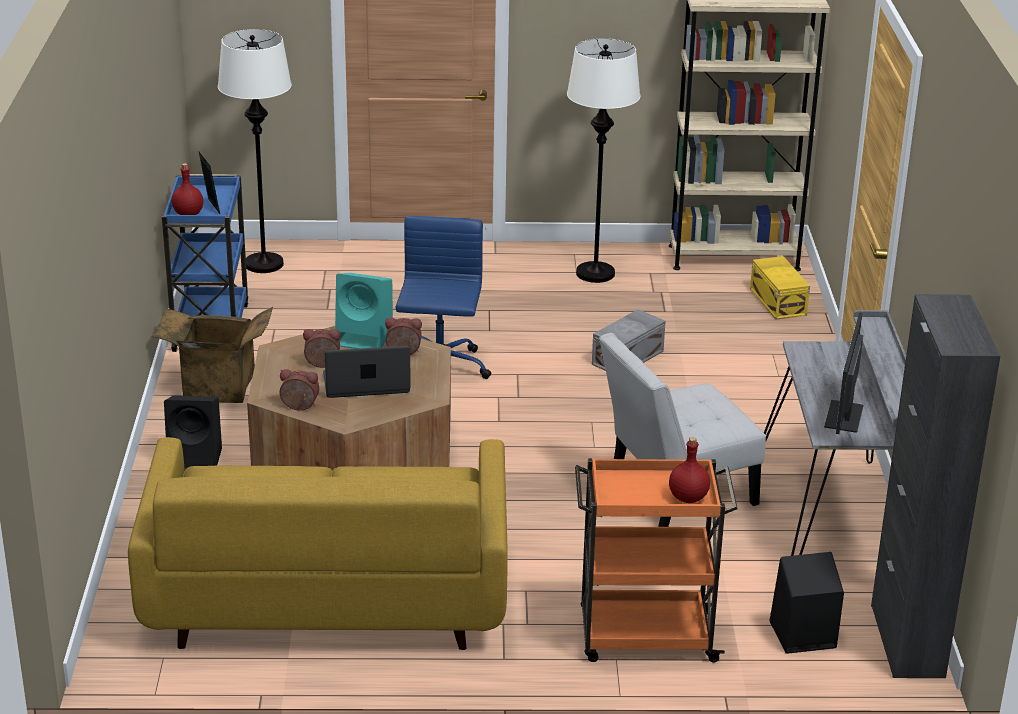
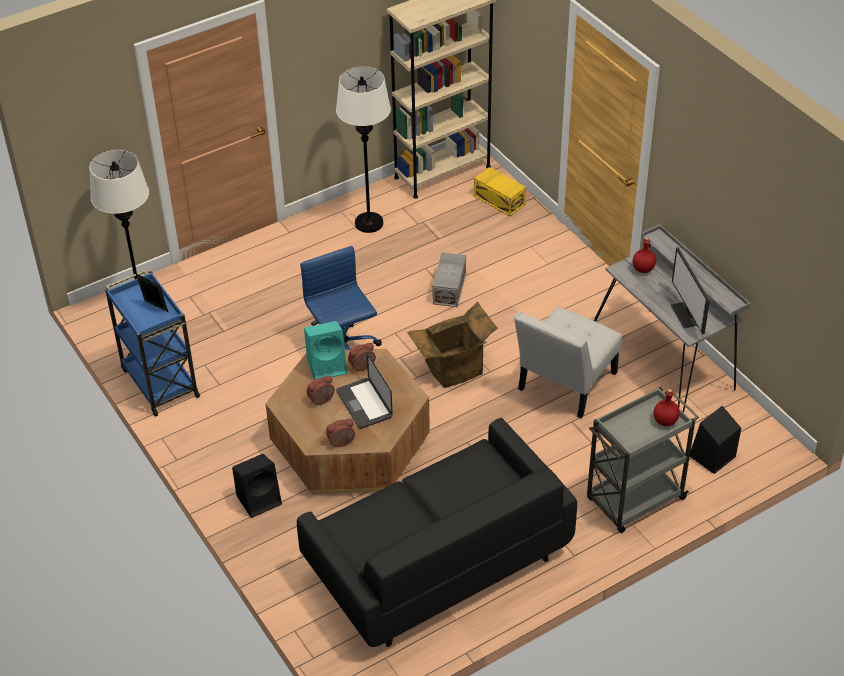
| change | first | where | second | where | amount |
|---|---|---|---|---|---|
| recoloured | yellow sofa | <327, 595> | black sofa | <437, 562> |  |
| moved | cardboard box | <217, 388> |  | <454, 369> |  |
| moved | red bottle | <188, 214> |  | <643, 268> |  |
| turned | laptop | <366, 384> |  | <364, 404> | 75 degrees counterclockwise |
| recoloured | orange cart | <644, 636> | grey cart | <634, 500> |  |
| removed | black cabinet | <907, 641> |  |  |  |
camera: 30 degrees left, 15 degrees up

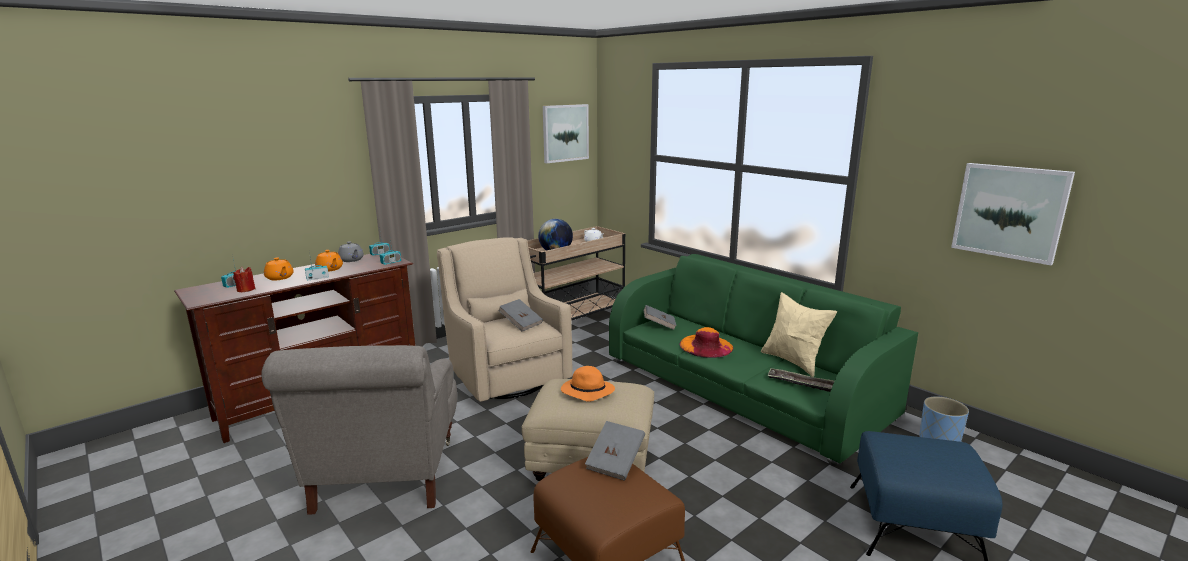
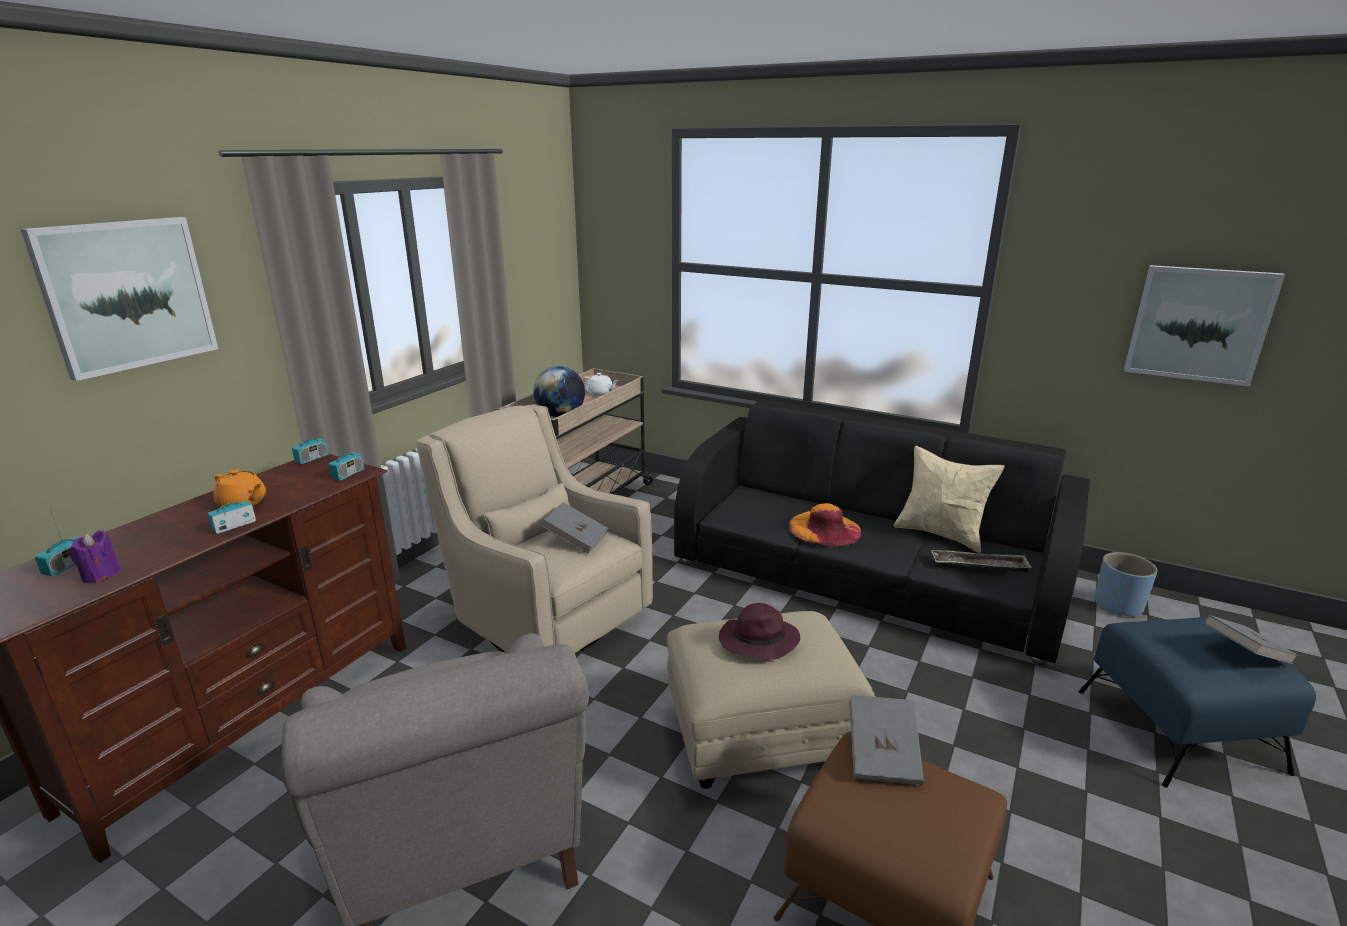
| change | first | where | second | where | amount |
|---|---|---|---|---|---|
| recoloured | red candle | <246, 290> | purple candle | <101, 574> |  |
| removed | orange teapot | <280, 278> |  |  |  |
| removed | grey teapot | <351, 260> |  |  |  |
| moved | picture | <565, 133> |  | <127, 295> |  |
| recoloured | orange hat | <586, 392> | purple hat | <757, 642> |  |
| recoloured | green sofa | <743, 387> | black sofa | <866, 573> |  |
| moved | grey book | <659, 325> |  | <1243, 654> |  |
camera: 20 degrees left, 5 degrees up

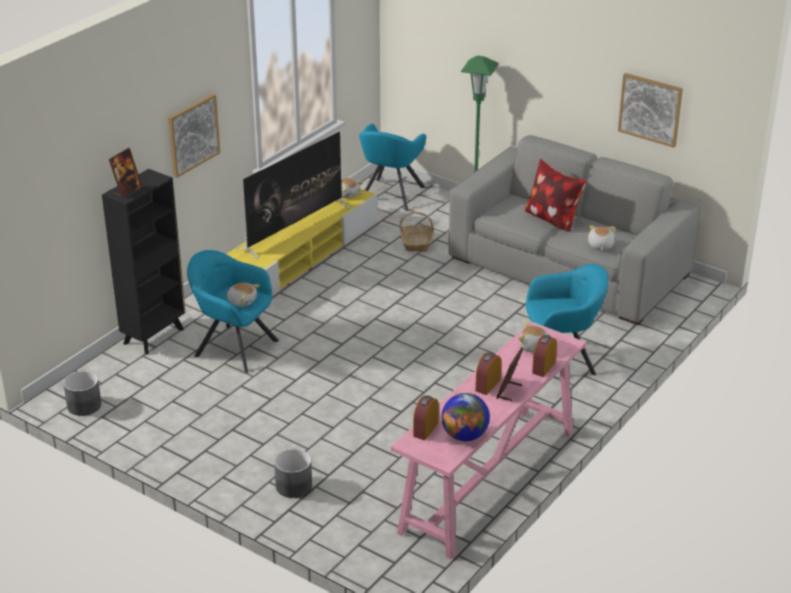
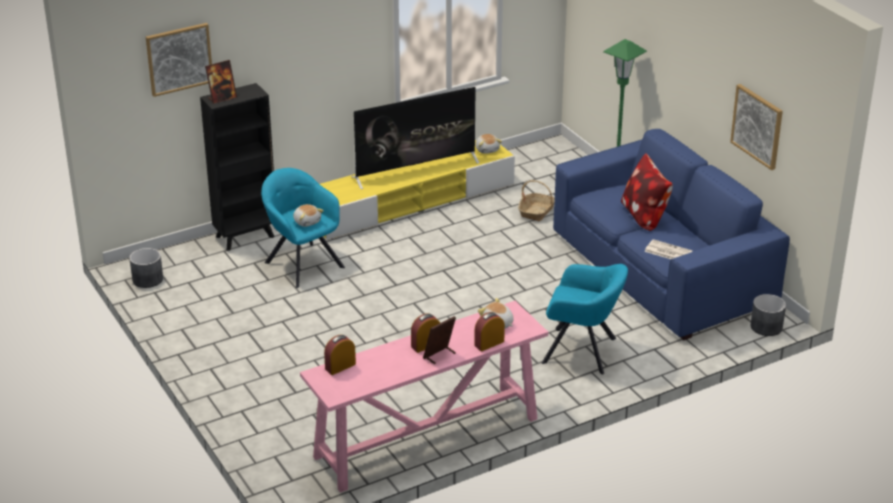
| change | first | where | second | where | amount |
|---|---|---|---|---|---|
| moved | picture | <193, 135> |  | <179, 59> |  |
| moved | grey planter | <293, 486> |  | <766, 327> |  |
| removed | turquoise armchair | <391, 195> |  |  |  |
| removed | globe | <464, 436> |  |  |  |
| recoloured | grey sofa | <568, 267> | blue sofa | <662, 269> |  |
| replaced | plush toy | <600, 246> | newspaper | <667, 252> |  |
camera: 25 degrees right, 0 degrees up

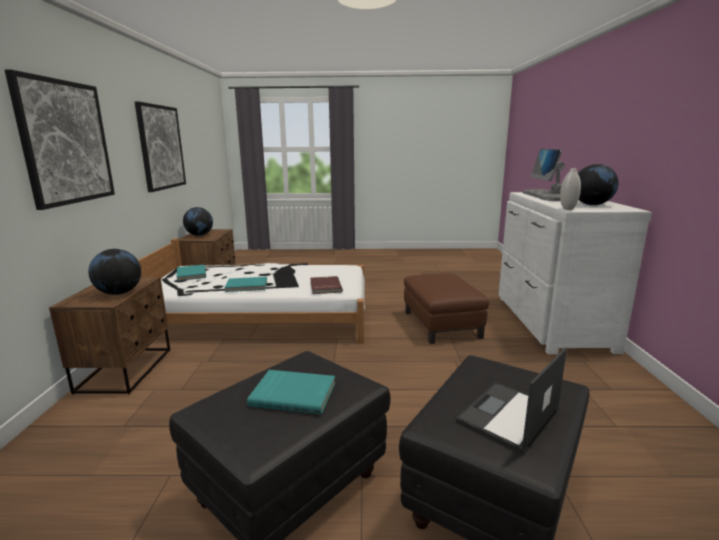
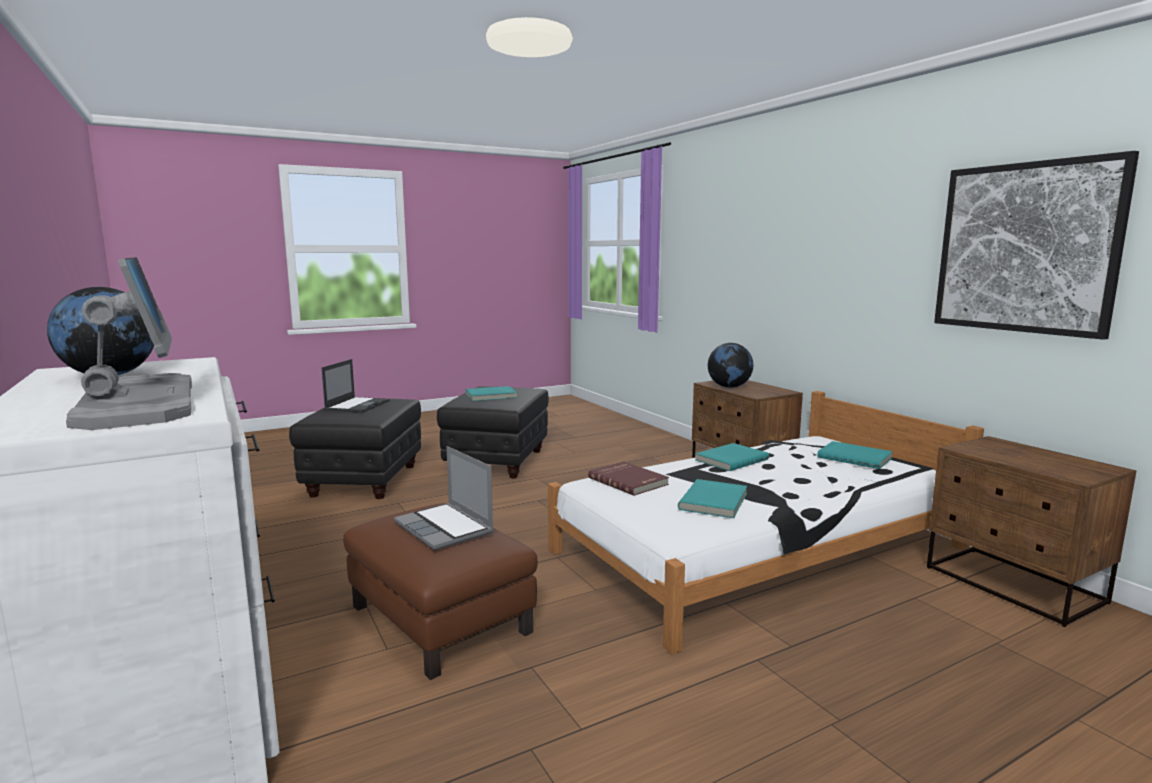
| change | first | where | second | where | amount |
|---|---|---|---|---|---|
| removed | picture | <66, 142> |  |  |  |
| removed | globe | <199, 235> |  |  |  |
| removed | white vase | <567, 209> |  |  |  |
| added |  |  | laptop | <445, 528> |  |
| added |  |  | turquoise book | <715, 501> |  |
camera: 150 degrees right, 5 degrees down

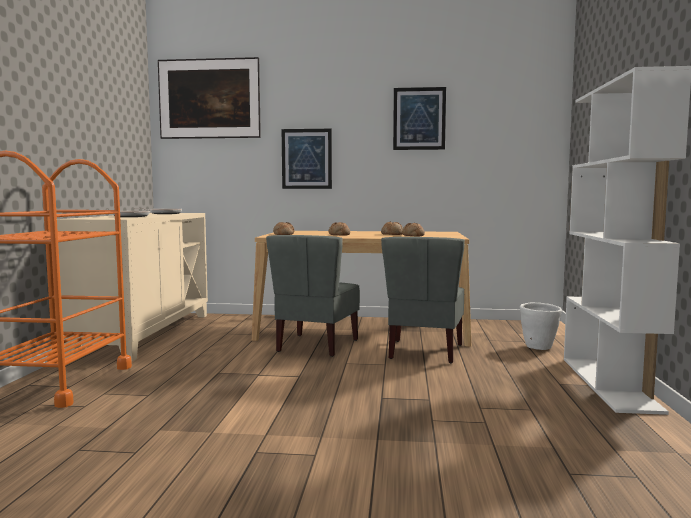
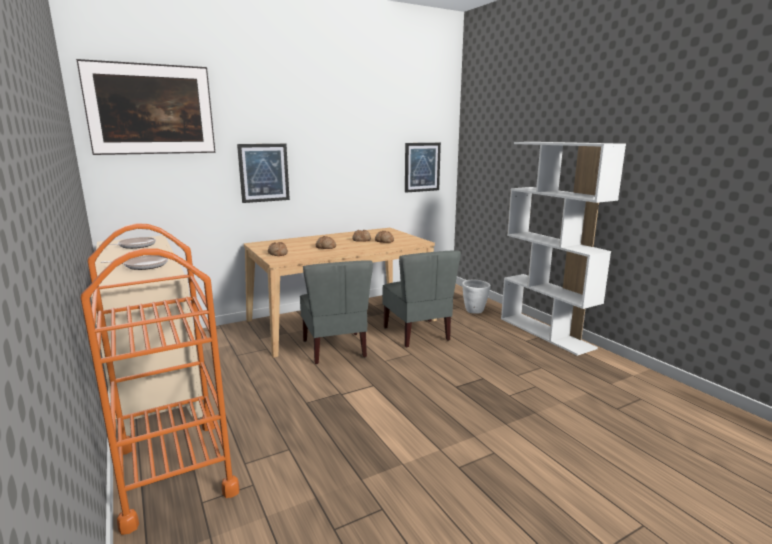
| change | first | where | second | where | amount |
|---|---|---|---|---|---|
| moved | picture | <419, 119> |  | <422, 167> |  |
camera: 35 degrees left, 10 degrees up

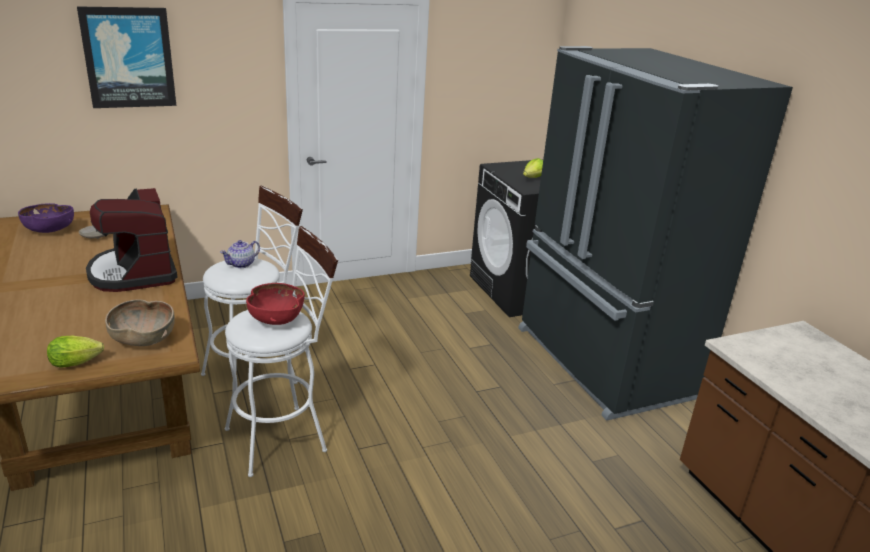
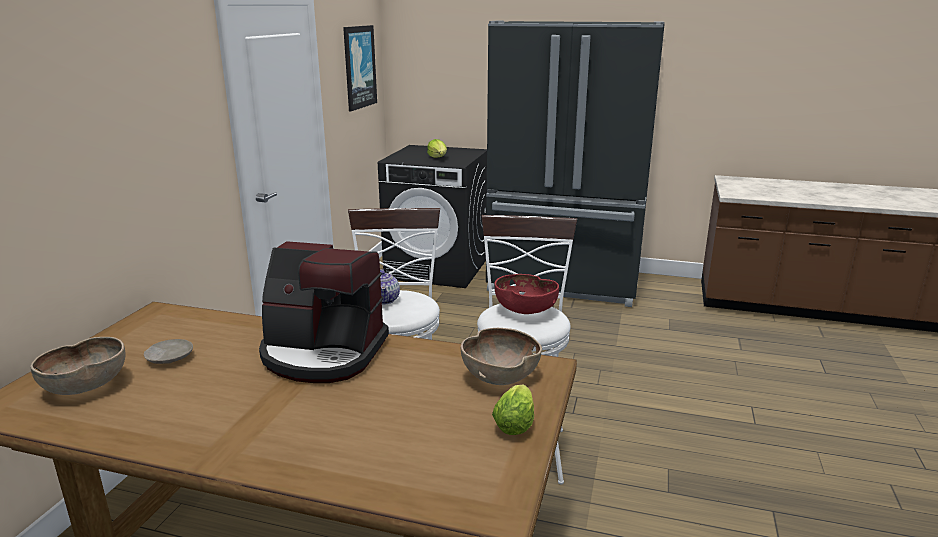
| change | first | where | second | where | amount |
|---|---|---|---|---|---|
| recoloured | purple bowl | <49, 230> | brown bowl | <86, 386> |  |
| moved | picture | <129, 58> |  | <359, 67> |  |
camera: 50 degrees left, 5 degrees down

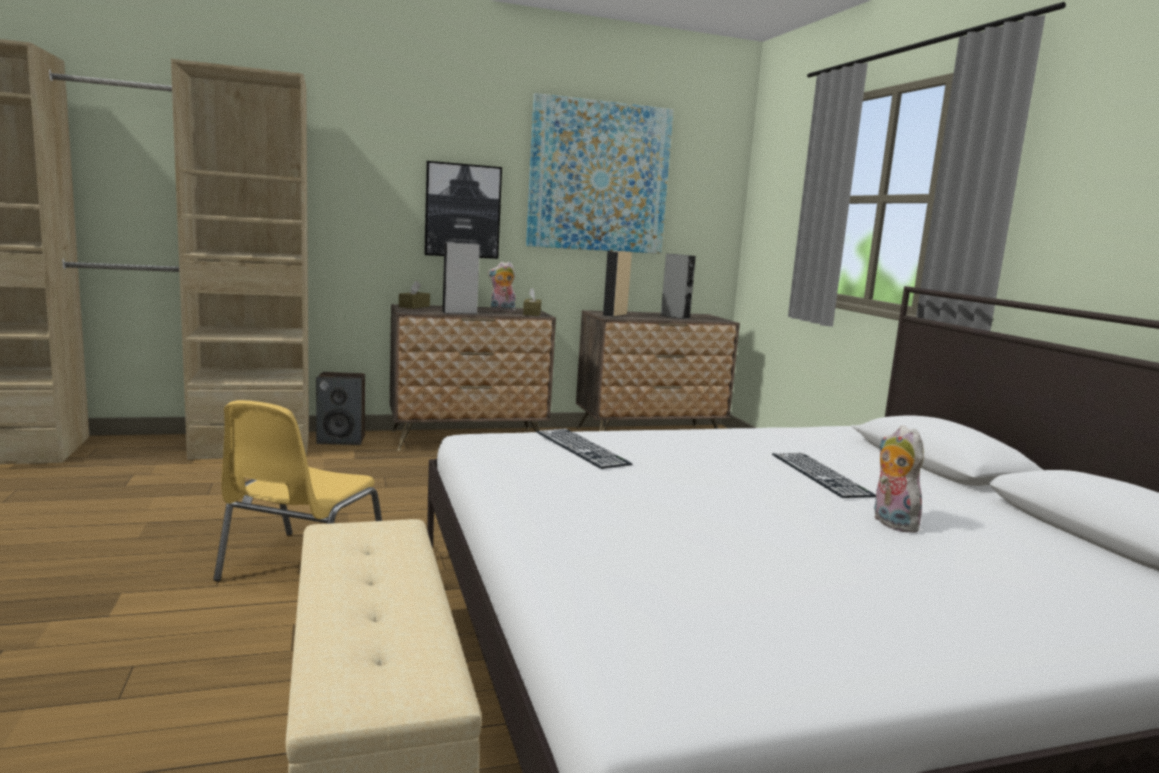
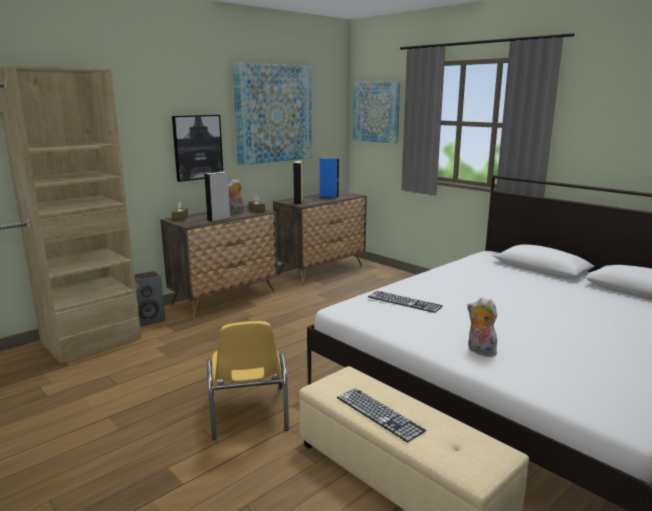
| change | first | where | second | where | amount |
|---|---|---|---|---|---|
| recoloured | grey speaker | <675, 316> | blue speaker | <329, 197> |  |
| moved | keyboard | <820, 474> |  | <379, 413> |  |
| moved | plush toy | <890, 523> |  | <479, 351> |  |
| added |  |  | picture | <376, 112> |  |
camera: 25 degrees left, 5 degrees up

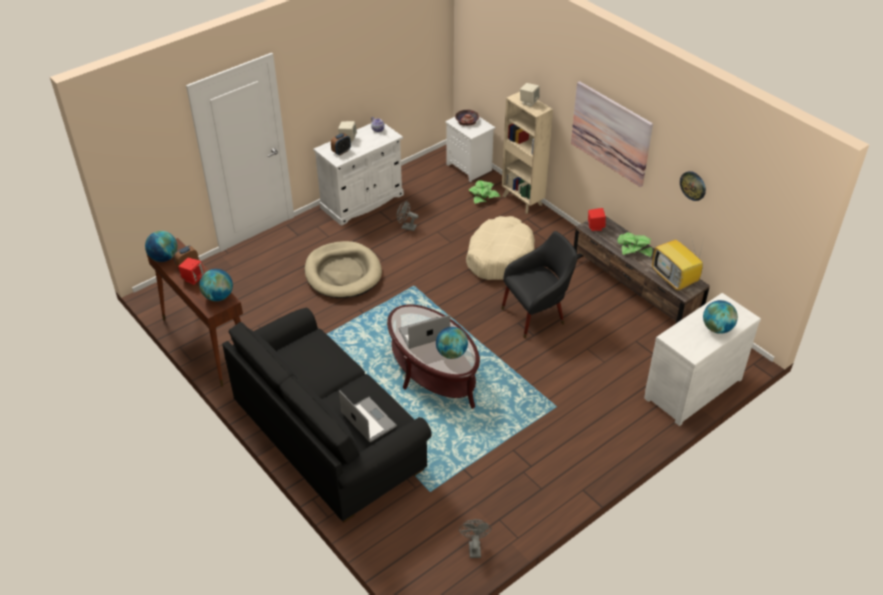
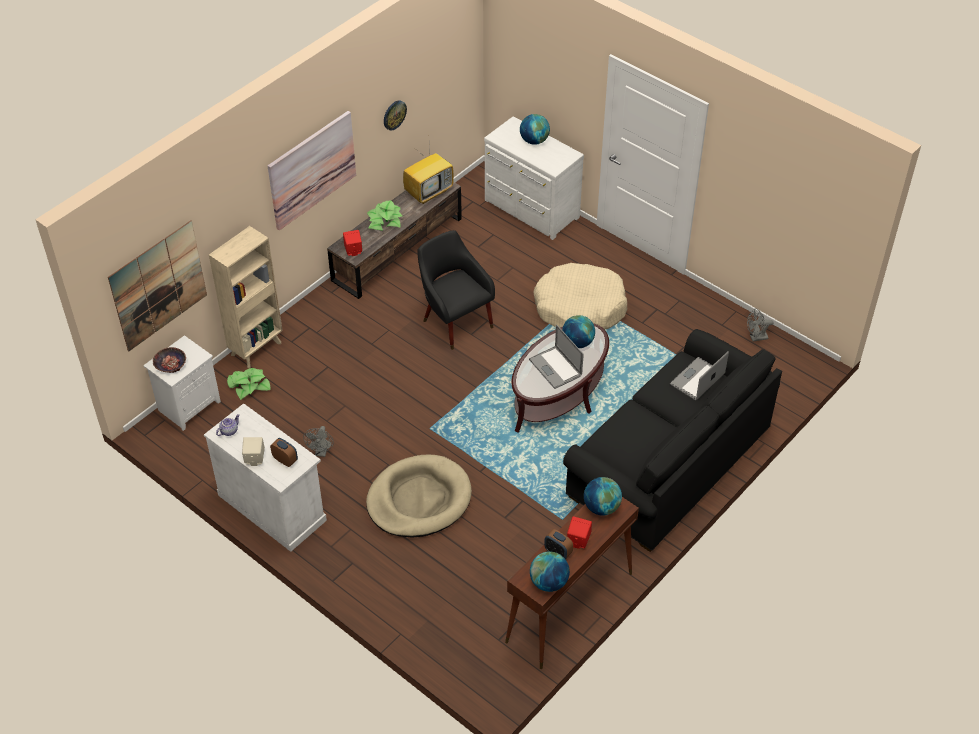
| change | first | where | second | where | amount |
|---|---|---|---|---|---|
| moved | beige dog bed | <499, 256> |  | <579, 307> |  |
| removed | beige speaker | <529, 102> |  |  |  |
| added |  |  | picture | <158, 285> |  |
camera: 100 degrees left, 5 degrees up

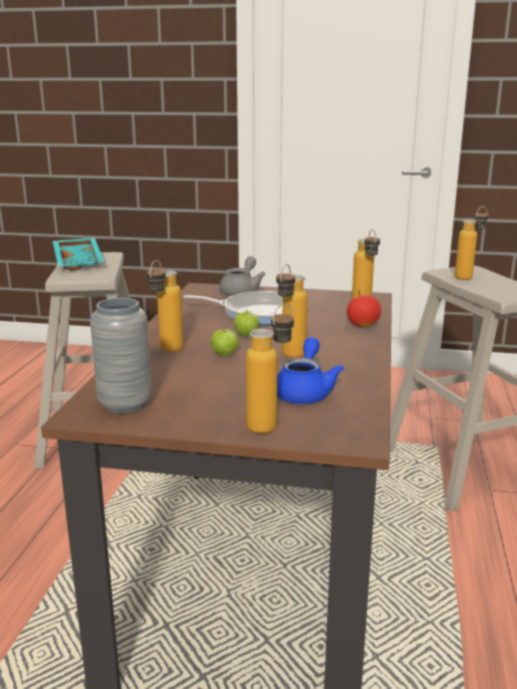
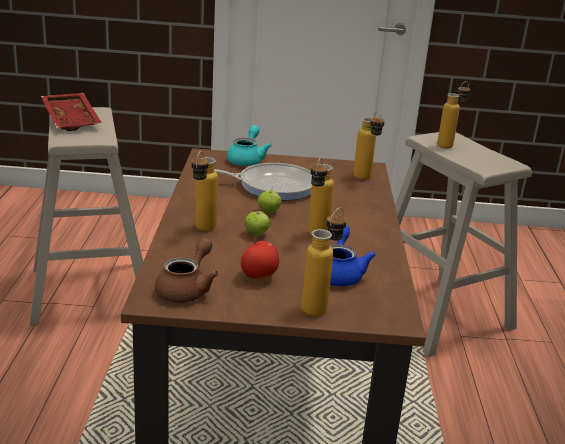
| change | first | where | second | where | amount |
|---|---|---|---|---|---|
| recoloured | turquoise tray | <80, 262> | red tray | <72, 120> |  |
| replaced | grey vase | <125, 404> | brown teapot | <187, 289> |  |
| recoloured | grey teapot | <241, 291> | turquoise teapot | <247, 160> |  |
| moved | apple | <363, 326> |  | <259, 276> |  |
camera: 10 degrees left, 5 degrees up

